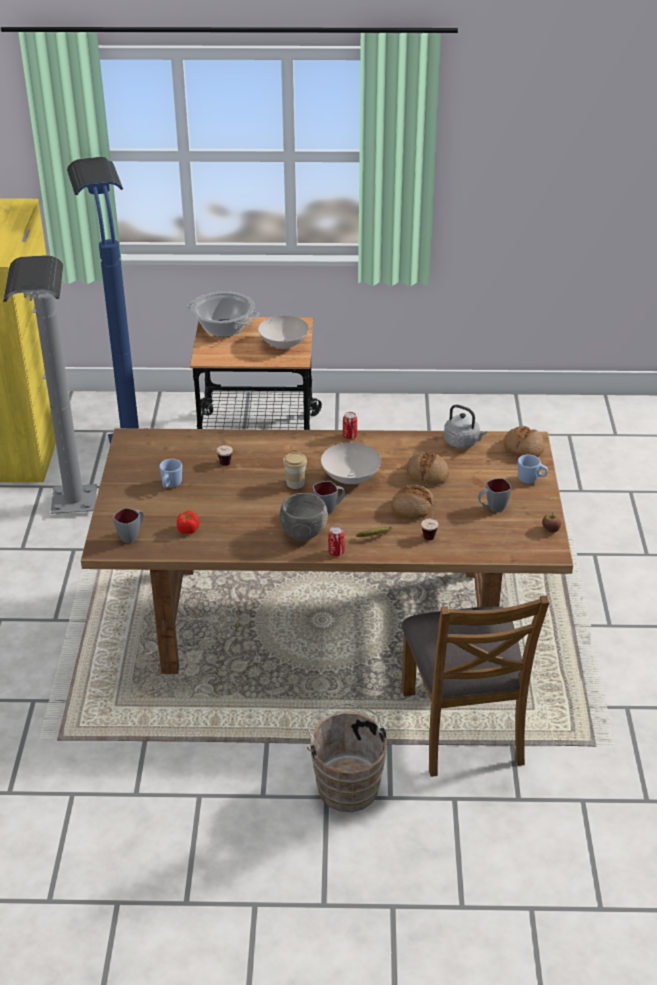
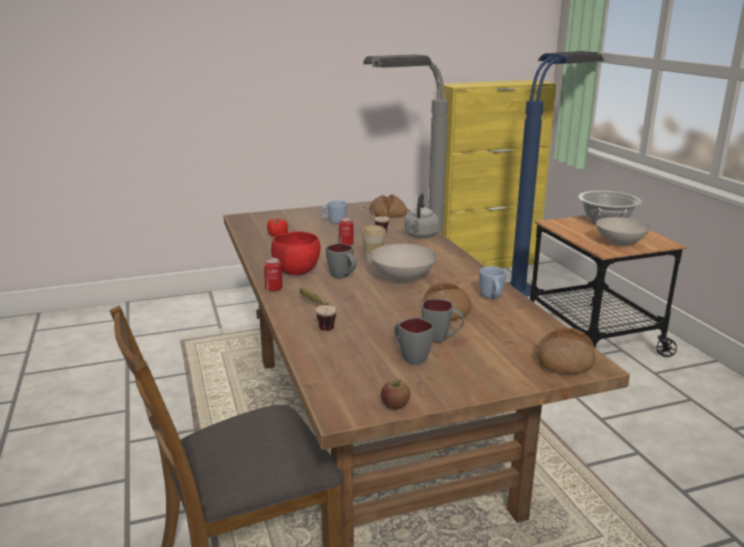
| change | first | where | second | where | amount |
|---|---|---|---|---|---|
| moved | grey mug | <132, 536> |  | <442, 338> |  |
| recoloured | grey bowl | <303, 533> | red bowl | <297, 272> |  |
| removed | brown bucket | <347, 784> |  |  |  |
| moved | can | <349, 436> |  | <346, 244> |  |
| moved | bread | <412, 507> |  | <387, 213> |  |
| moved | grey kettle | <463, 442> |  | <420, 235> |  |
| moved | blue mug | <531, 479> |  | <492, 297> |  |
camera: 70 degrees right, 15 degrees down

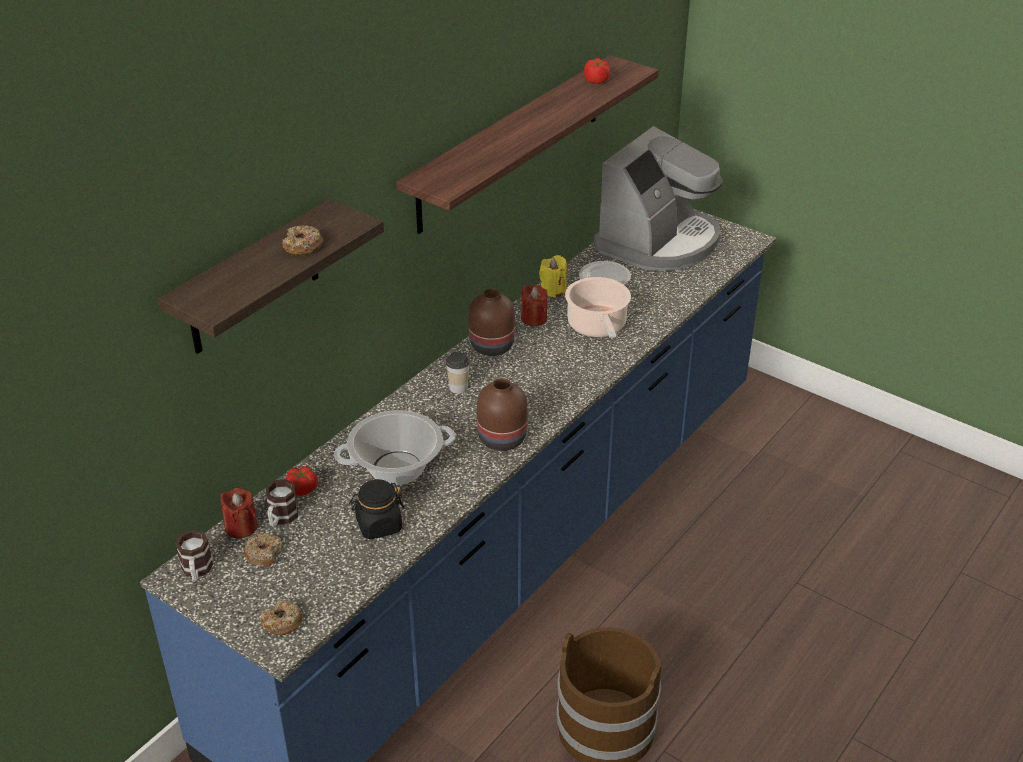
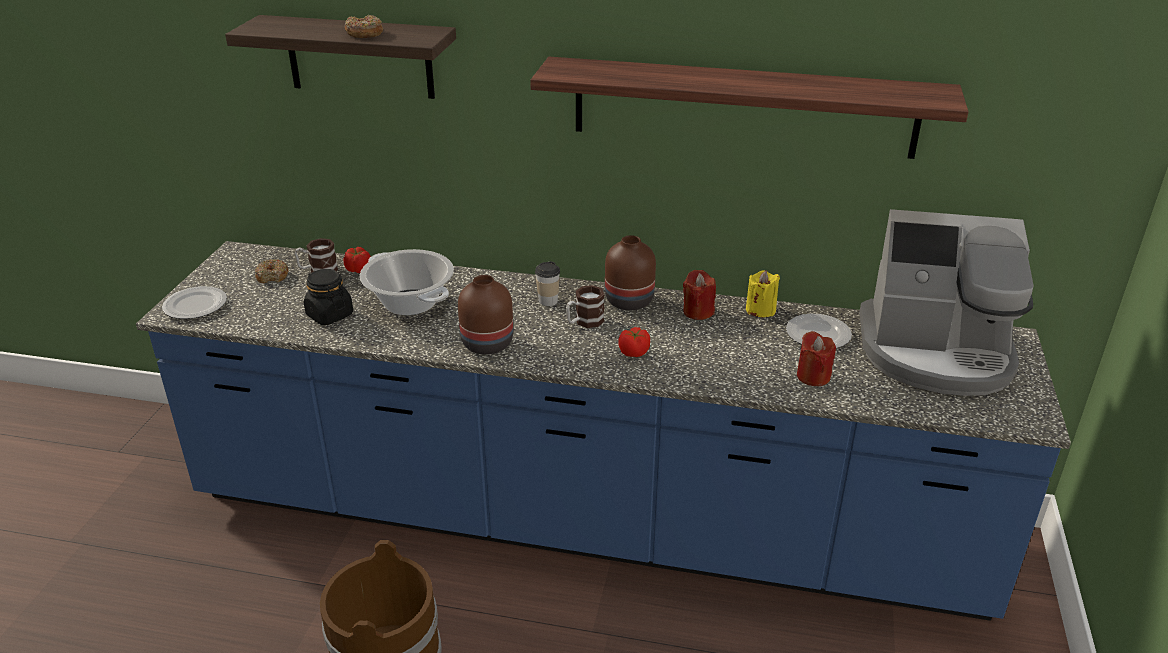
| change | first | where | second | where | amount |
|---|---|---|---|---|---|
| moved | mug | <197, 571> |  | <584, 322> |  |
| moved | red candle | <241, 527> |  | <813, 376> |  |
| replaced | donut | <282, 622> | plate | <195, 306> |  |
| removed | cooking pot | <597, 326> |  |  |  |
| moved | tomato | <596, 81> |  | <634, 352> |  |
camera: 65 degrees right, 5 degrees down

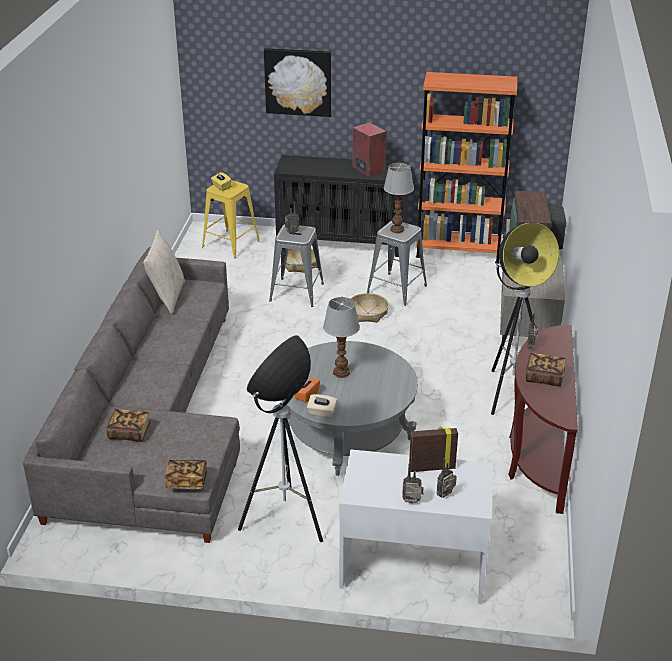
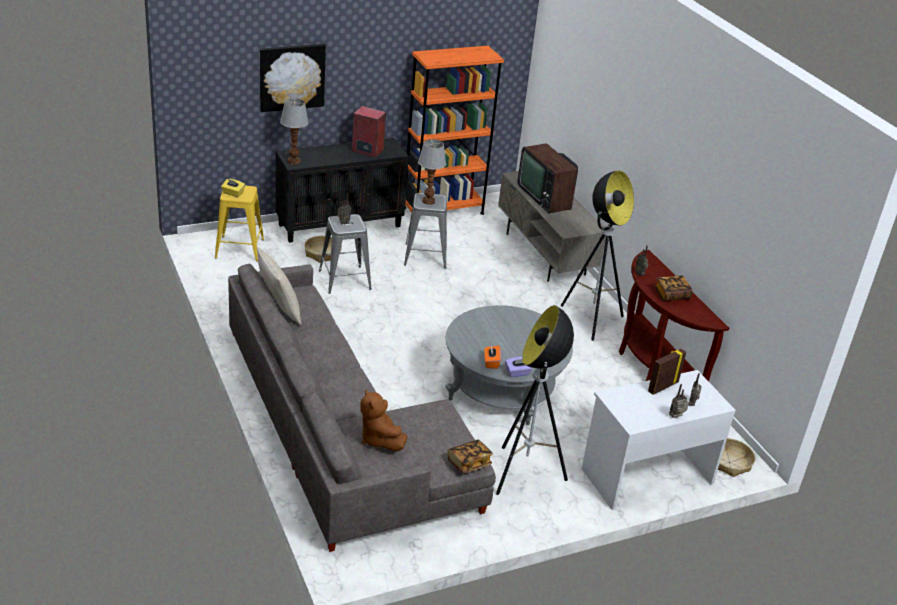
| change | first | where | second | where | amount |
|---|---|---|---|---|---|
| replaced | book | <129, 433> | brown plush toy | <379, 439> |  |
| recoloured | beige tissue box | <322, 413> | purple tissue box | <517, 373> |  |
| moved | table lamp | <341, 373> |  | <294, 161> |  |
| moved | basket | <367, 313> |  | <729, 462> |  |
camera: 35 degrees left, 0 degrees up

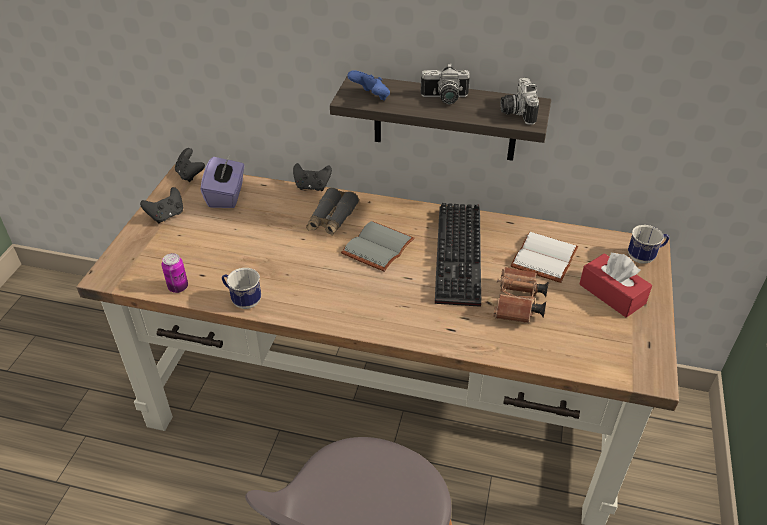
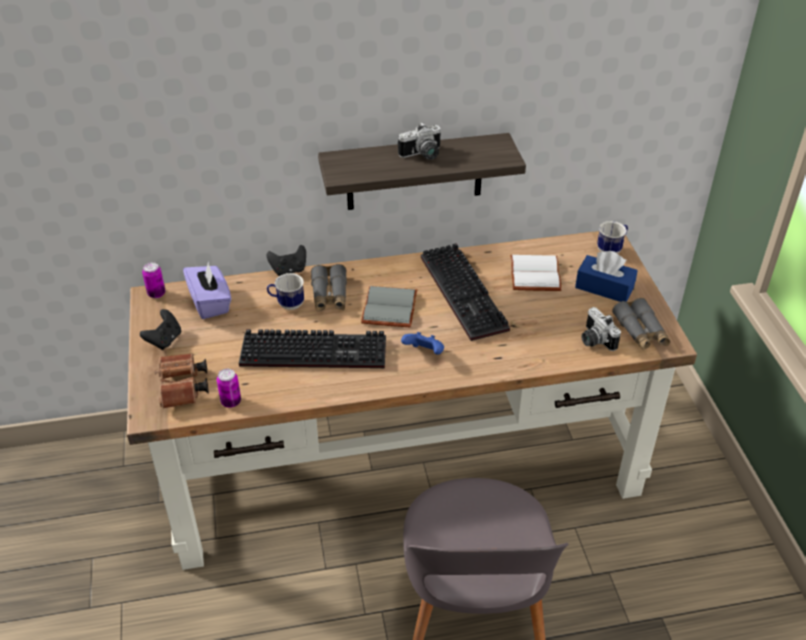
| change | first | where | second | where | amount |
|---|---|---|---|---|---|
| replaced | black game controller | <190, 175> | can | <156, 293> |  |
| moved | mug | <243, 301> |  | <287, 304> |  |
| moved | blue game controller | <371, 98> |  | <424, 353> |  |
| moved | brown binoculars | <517, 305> |  | <183, 389> |  |
| moved | photo camera | <516, 112> |  | <594, 340> |  |
| recoloured | red tissue box | <612, 294> | blue tissue box | <604, 287> |  |
| added |  |  | keyboard | <316, 350> |  |
| added |  |  | grey binoculars | <640, 331> |  |
camera: 25 degrees left, 0 degrees up

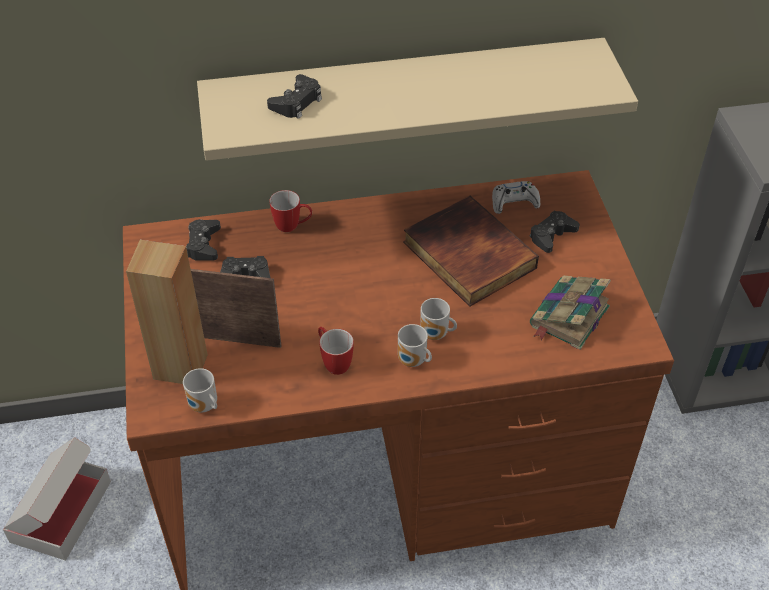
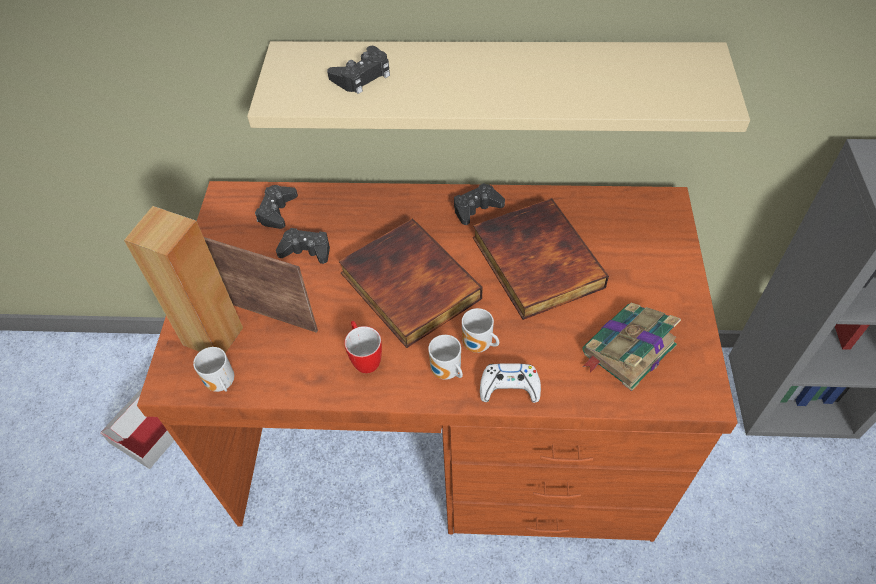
| change | first | where | second | where | amount |
|---|---|---|---|---|---|
| removed | mug | <293, 226> |  |  |  |
| moved | white game controller | <514, 202> |  | <509, 387> |  |
| moved | black game controller | <552, 235> |  | <476, 208> |  |
| added |  |  | book | <407, 286> |  |
camera: 15 degrees right, 5 degrees up

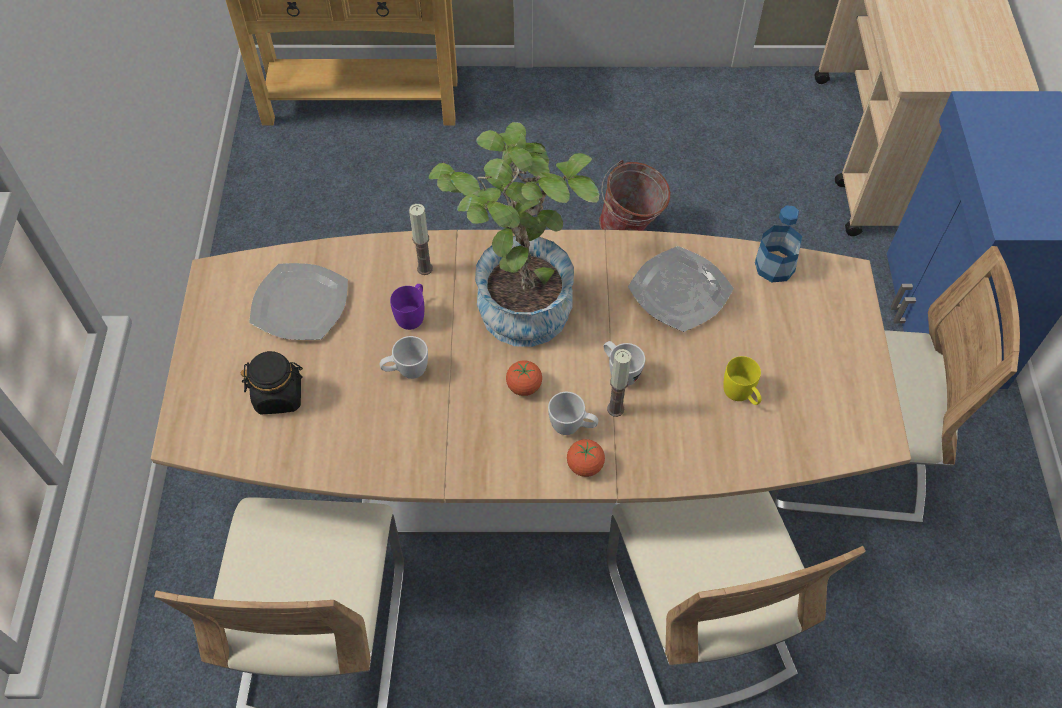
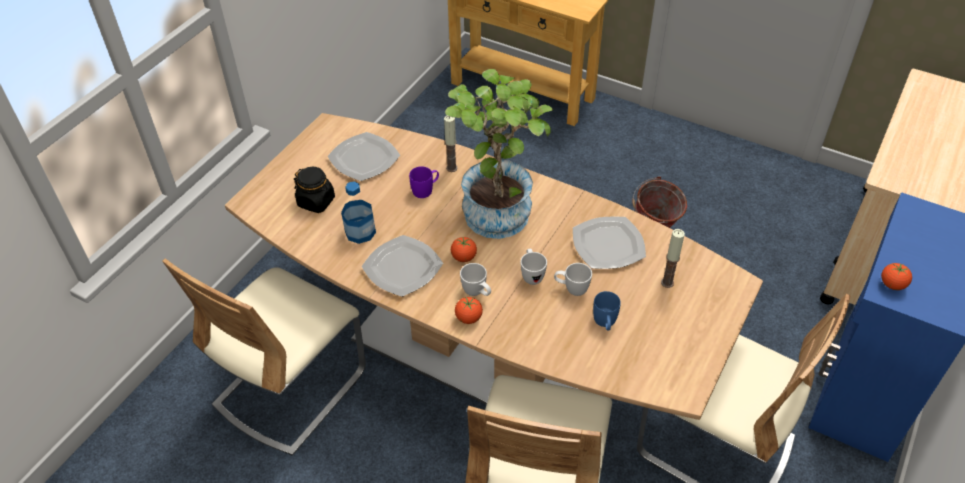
| change | first | where | second | where | amount |
|---|---|---|---|---|---|
| moved | white mug | <406, 371> |  | <571, 289> |  |
| moved | candle | <615, 409> |  | <667, 282> |  |
| recoloured | yellow mug | <741, 394> | blue mug | <605, 322> |  |
| moved | bottle | <775, 266> |  | <360, 232> |  |
| added |  |  | plate | <403, 267> |  |
| added |  |  | tomato | <892, 284> |  |
camera: 30 degrees right, 10 degrees down

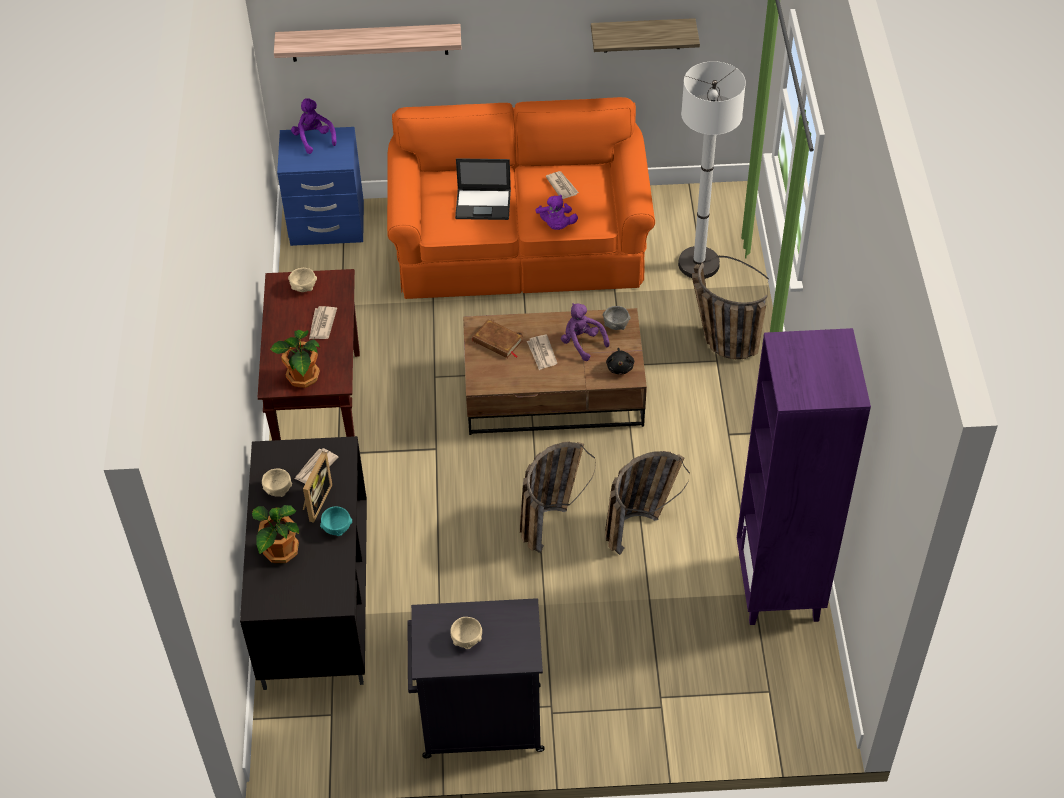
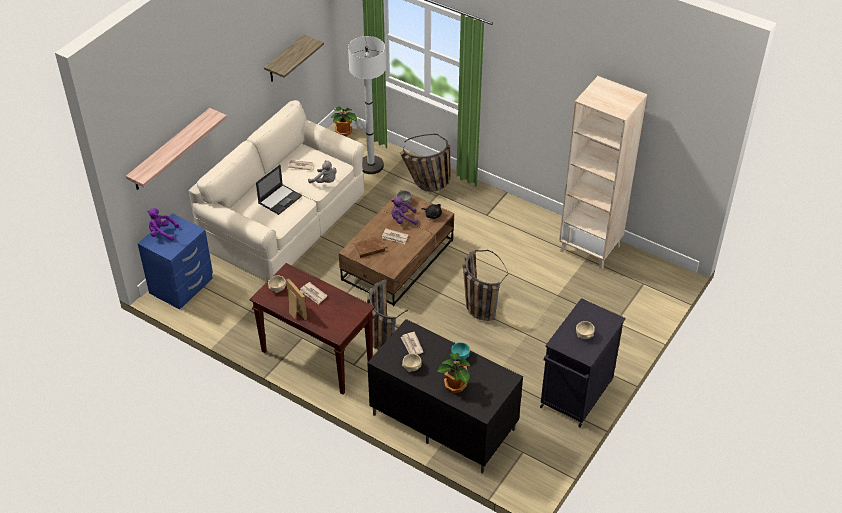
| change | first | where | second | where | amount |
|---|---|---|---|---|---|
| moved | potted plant | <302, 378> |  | <344, 132> |  |
| moved | picture frame | <315, 501> |  | <294, 312> |  |
| recoloured | orange sofa | <520, 243> | beige sofa | <284, 219> |  |
| recoloured | purple plush toy | <556, 225> | grey plush toy | <325, 181> |  |
| moved | basket | <640, 524> |  | <382, 334> |  |
| recoloured | purple bookcase | <779, 588> | beige bookcase | <590, 248> |  |
camera: 55 degrees left, 5 degrees down

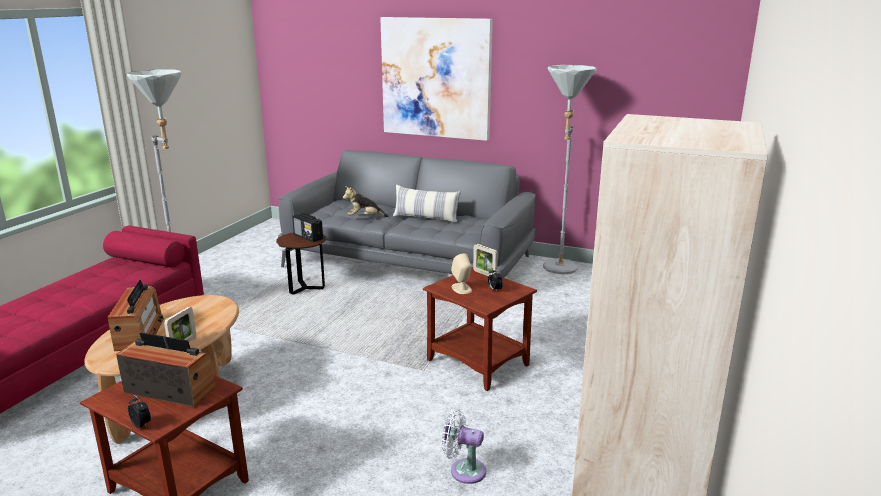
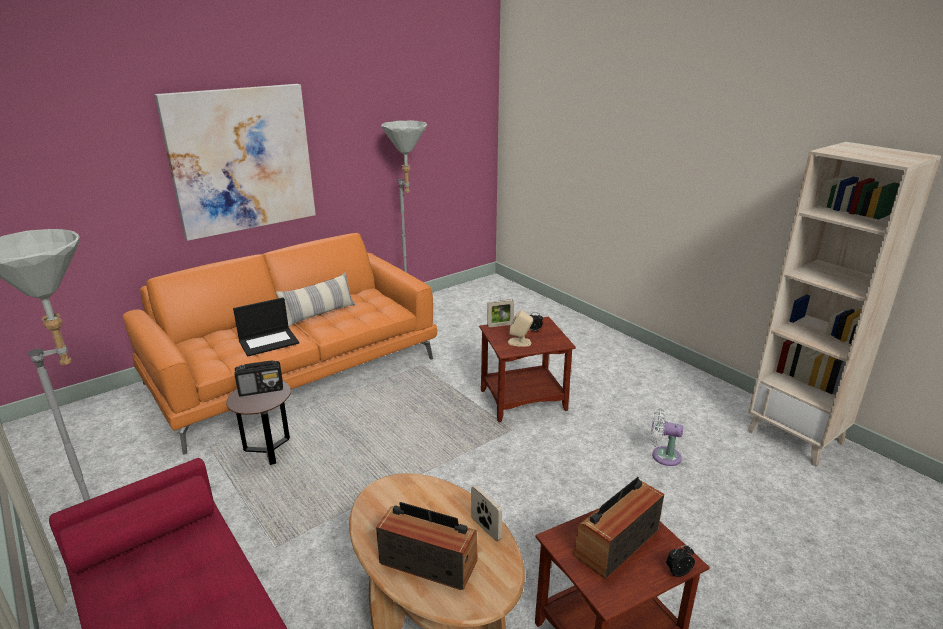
| change | first | where | second | where | amount |
|---|---|---|---|---|---|
| recoloured | grey sofa | <409, 262> | orange sofa | <296, 370> |  |
| replaced | plush toy | <365, 217> | laptop | <269, 341> |  |
| turned | white fan | <464, 470> |  | <663, 456> | 60 degrees clockwise |
camera: 60 degrees left, 5 degrees up

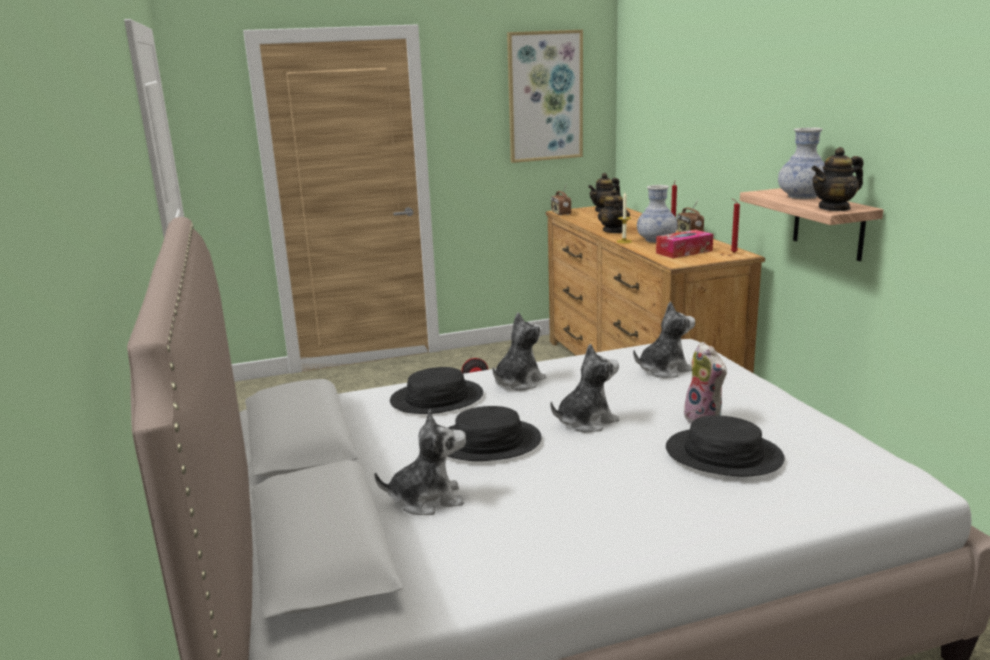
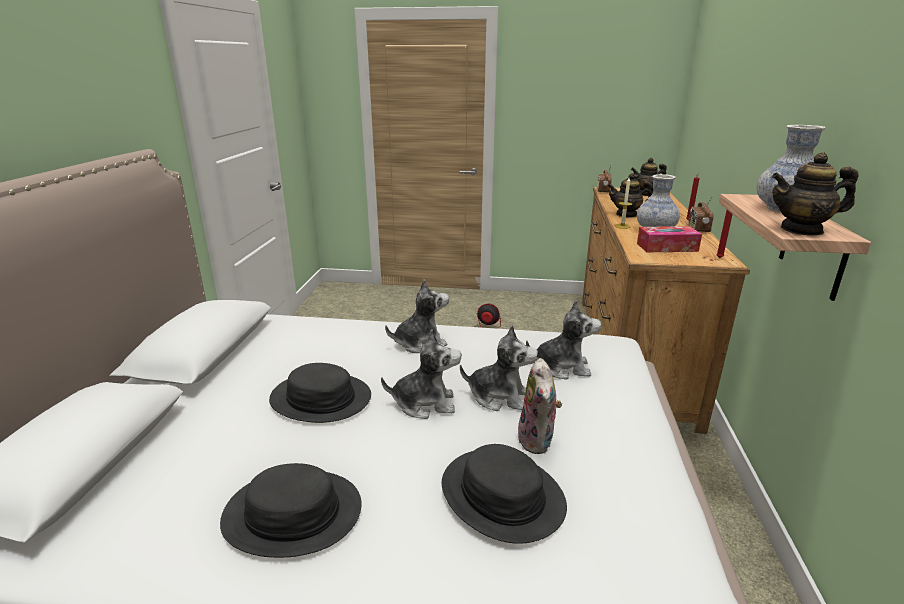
| change | first | where | second | where | amount |
|---|---|---|---|---|---|
| moved | plush toy | <427, 499> |  | <499, 397> |  |
| moved | black hat | <437, 399> |  | <292, 514> |  |
| removed | picture | <545, 96> |  |  |  |
| turned | teapot | <613, 231> |  | <626, 214> | 75 degrees clockwise |
camera: 25 degrees right, 5 degrees up

